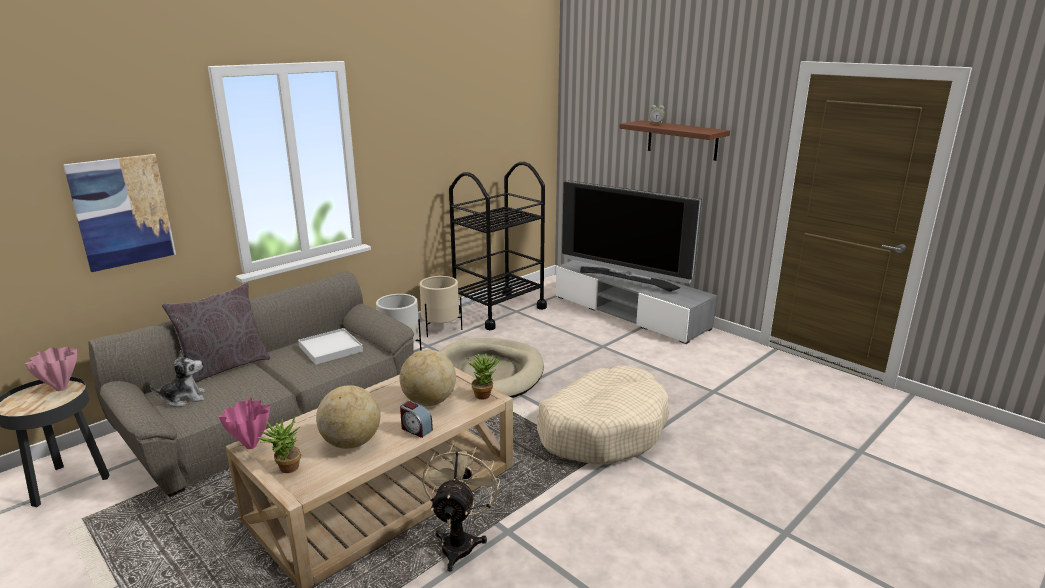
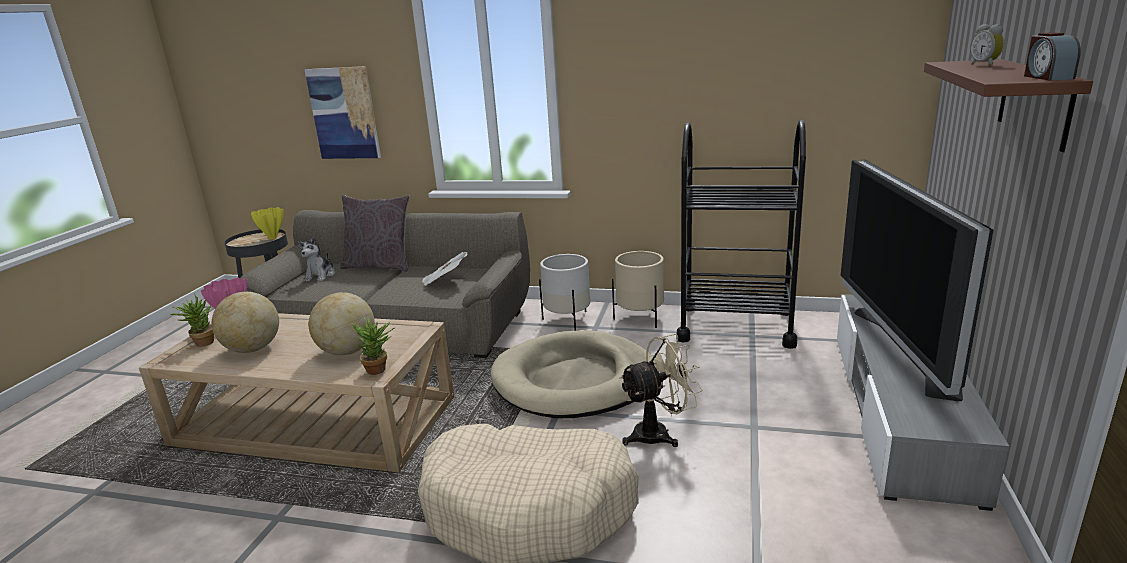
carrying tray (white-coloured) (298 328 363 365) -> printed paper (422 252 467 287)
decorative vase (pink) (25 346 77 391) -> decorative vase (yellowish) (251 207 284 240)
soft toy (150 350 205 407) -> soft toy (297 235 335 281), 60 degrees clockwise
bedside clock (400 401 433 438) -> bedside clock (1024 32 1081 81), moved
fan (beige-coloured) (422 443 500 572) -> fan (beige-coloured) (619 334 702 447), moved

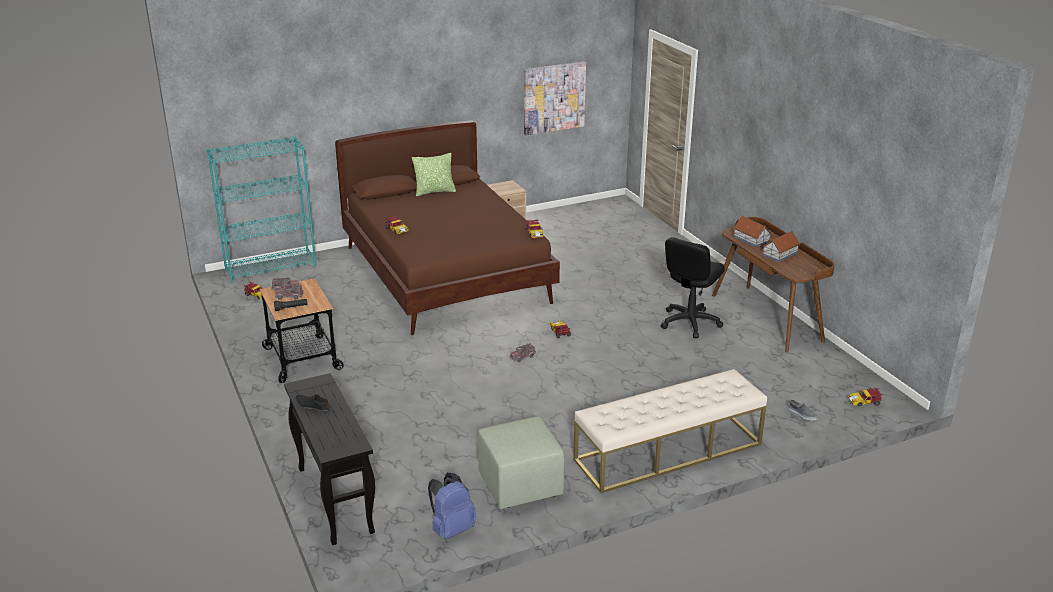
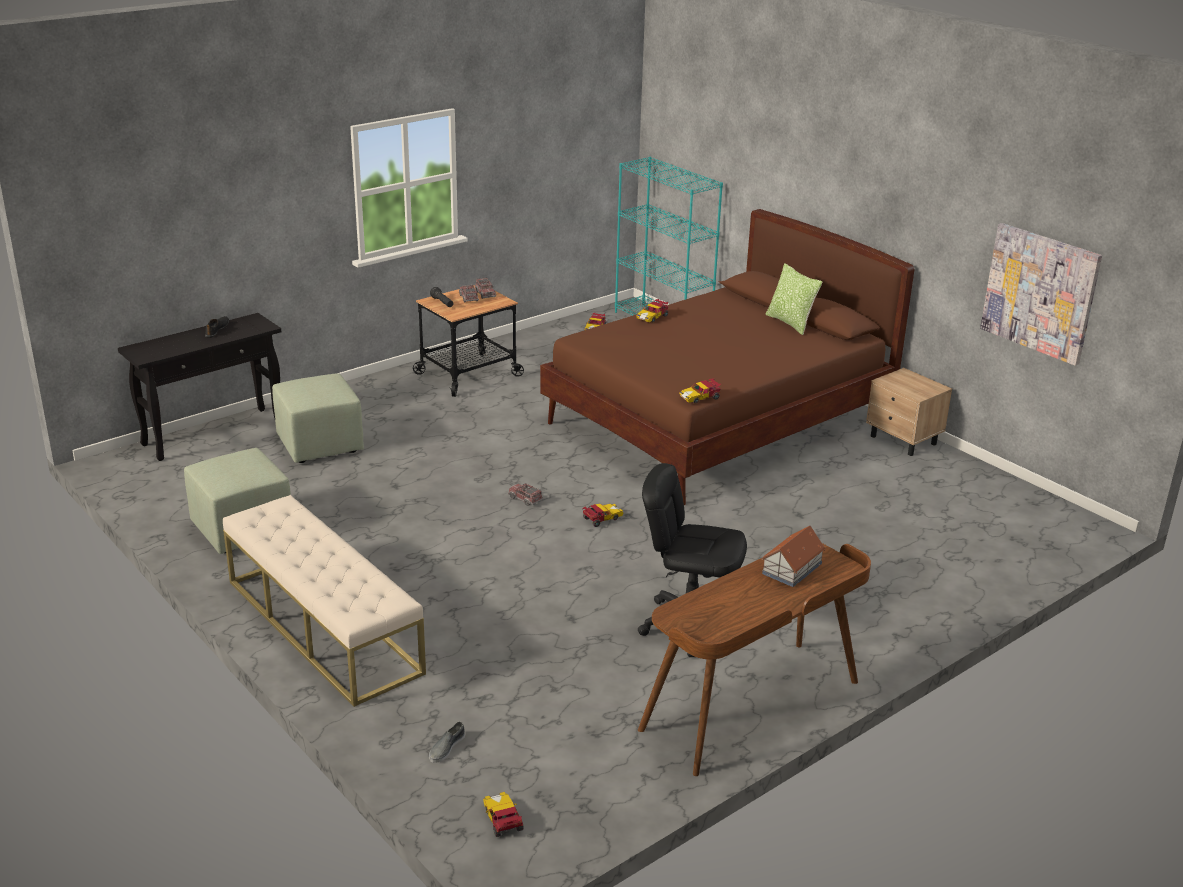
model house (762 231 800 262) -> none
knapsack (blue-coloured) (428 473 476 539) -> none
none -> footrest (green-coloured) (272 373 364 463)

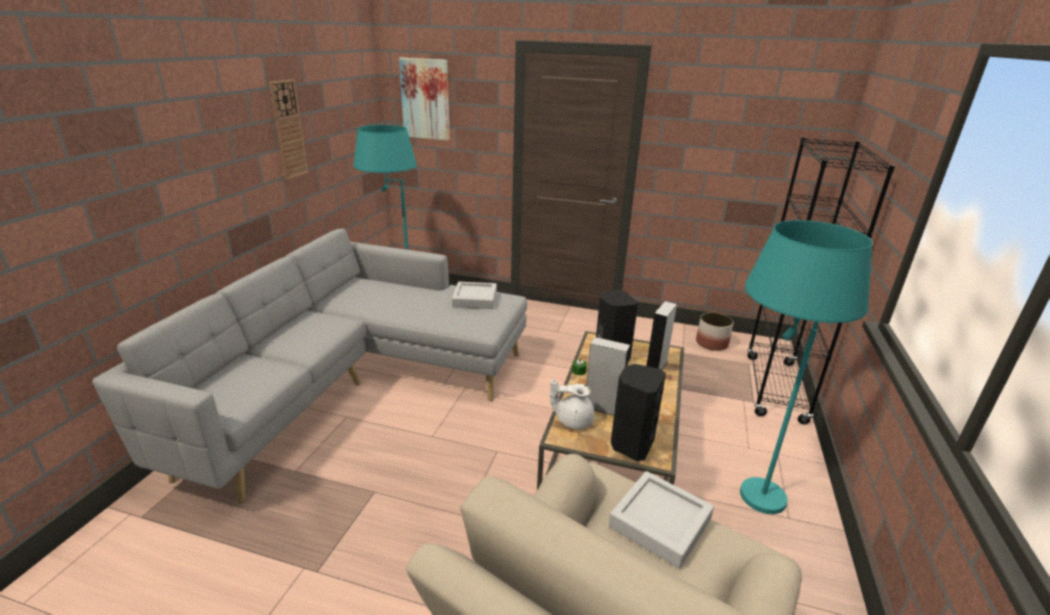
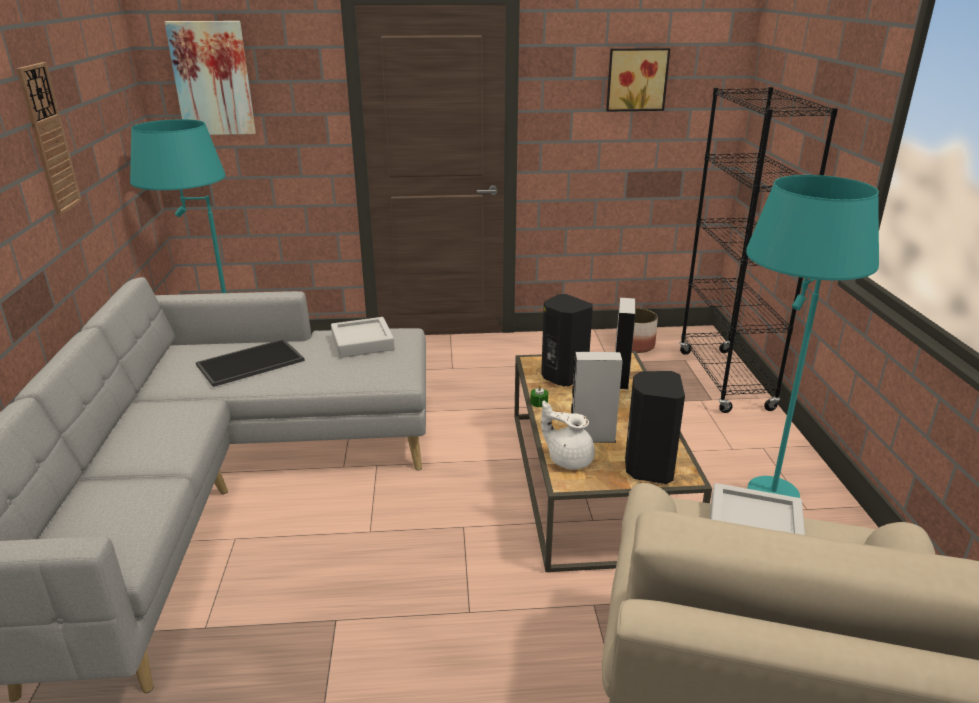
teapot (white-coloured) (550 379 594 429) -> teapot (white-coloured) (541 401 595 469), 45 degrees clockwise
none -> picture (606 48 670 112)
none -> carrying tray (196 339 305 387)

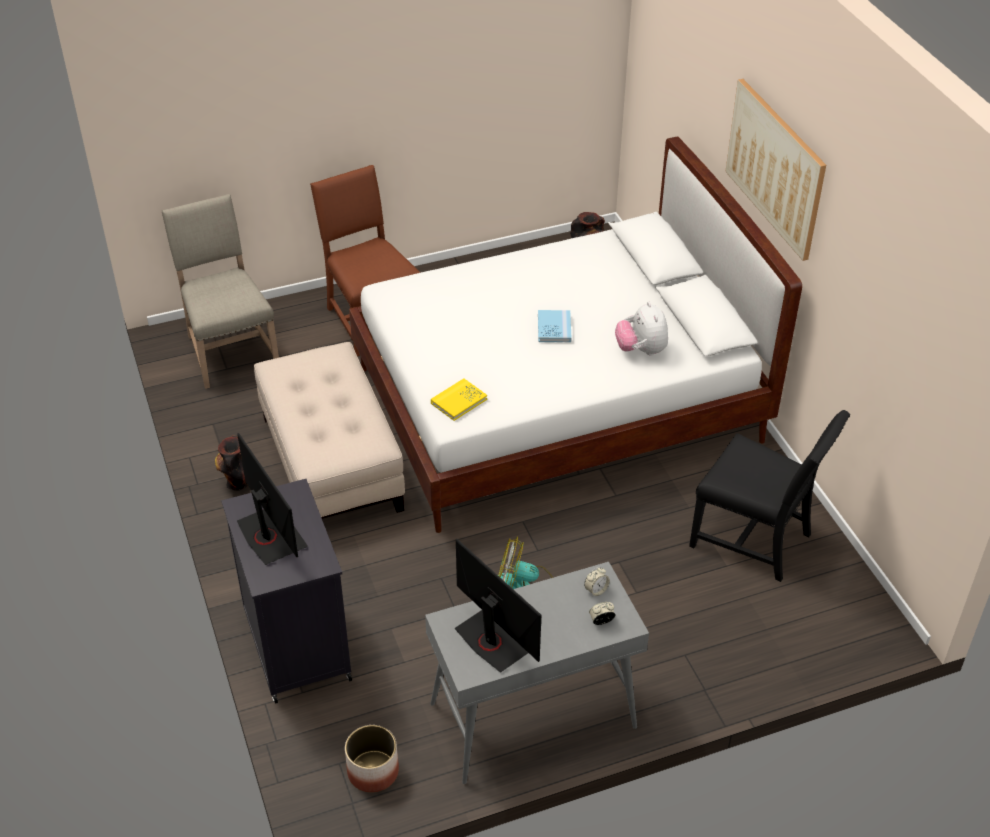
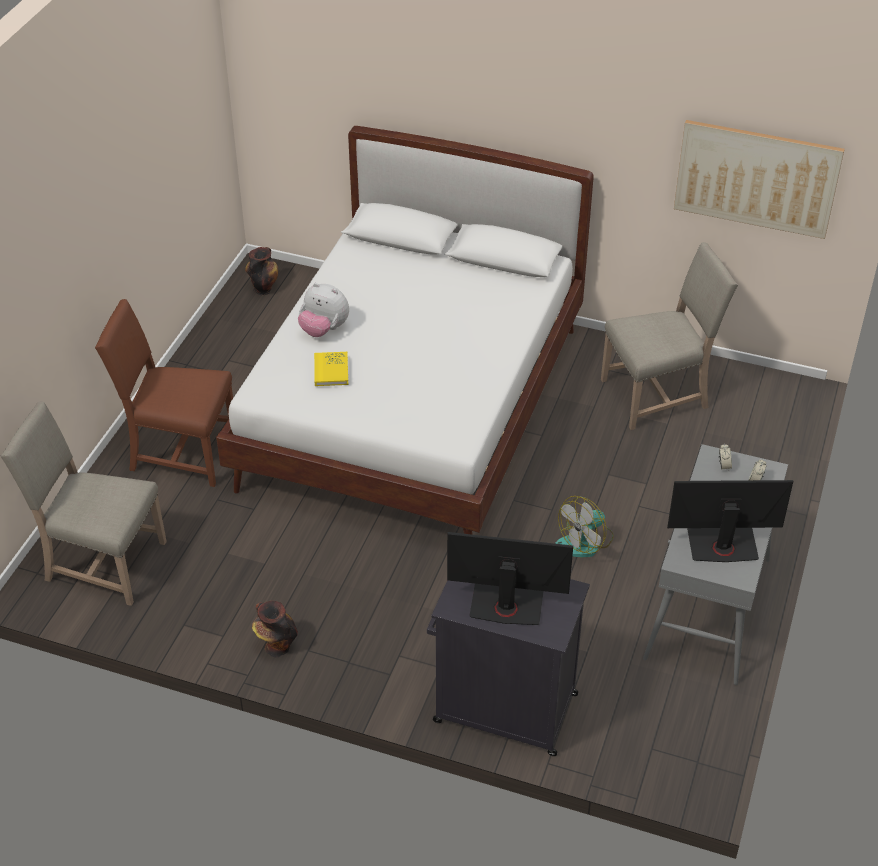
picture (725 79 826 261) -> picture (674 120 845 239), moved
soft toy (615 302 668 356) -> soft toy (298 283 349 337), moved
book (blue-coloured) (538 310 572 342) -> none
footrest (beige-coloured) (254 342 405 519) -> none
book (yellowish) (431 378 487 421) -> book (yellowish) (314 352 348 386), moved
plain chair (black-coloured) (689 410 850 582) -> plain chair (beige-coloured) (601 242 738 430)
plant pot (345 725 399 793) -> none

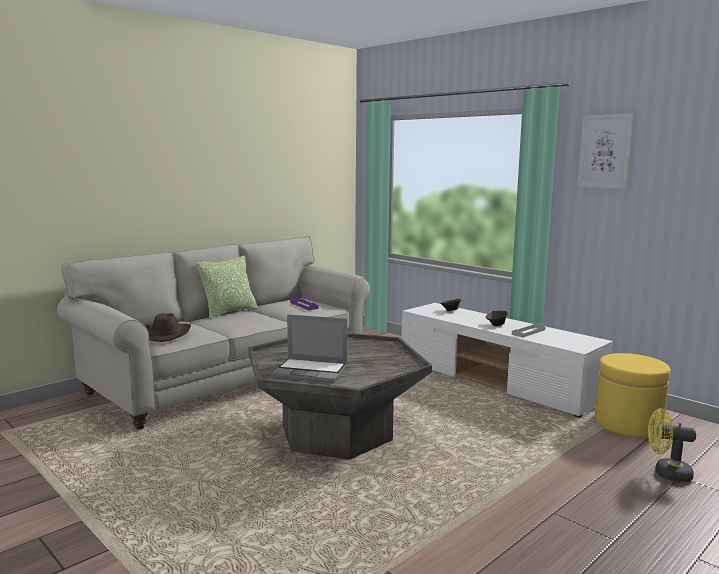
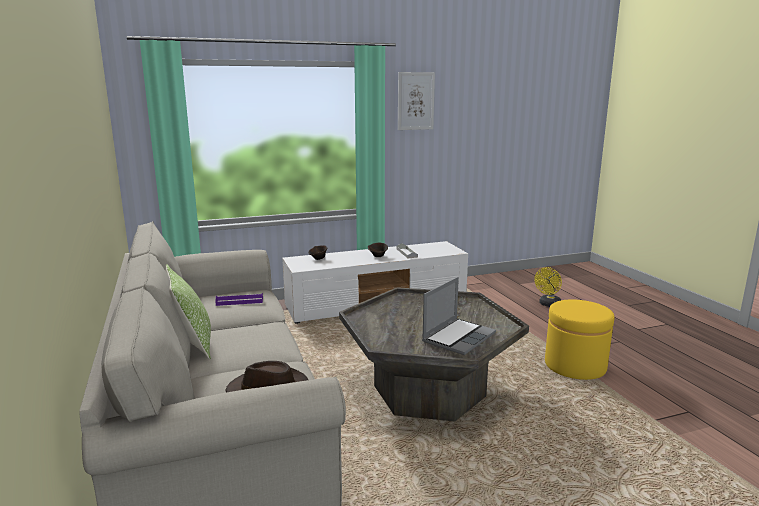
footrest (yellowish) (595 353 671 437) -> footrest (yellowish) (545 299 614 380), moved

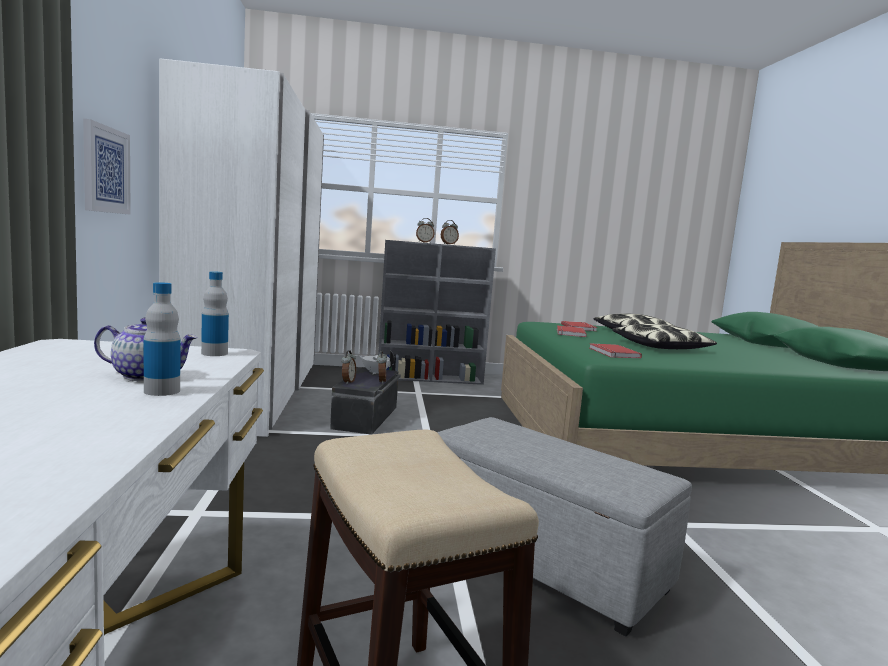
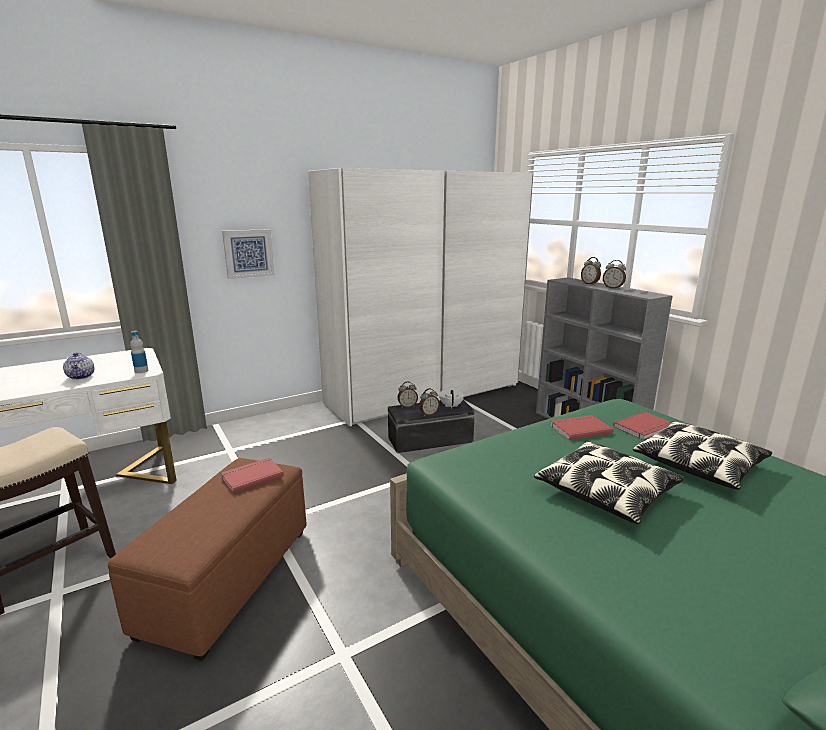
drink bottle (144 282 181 396) -> none
book (reddish) (589 343 642 358) -> book (reddish) (221 458 284 493), moved
footrest (grey) (437 417 692 636) -> footrest (brown-coloured) (108 458 307 661)

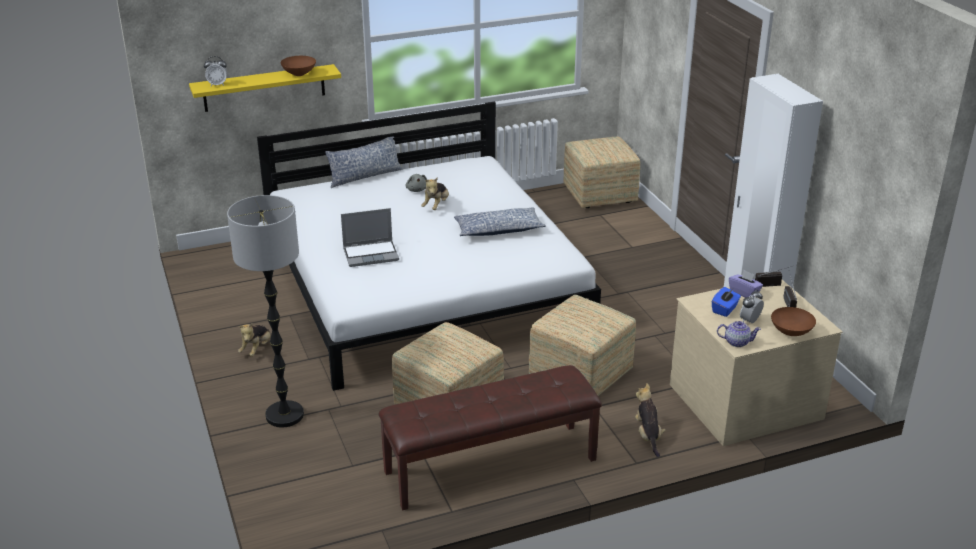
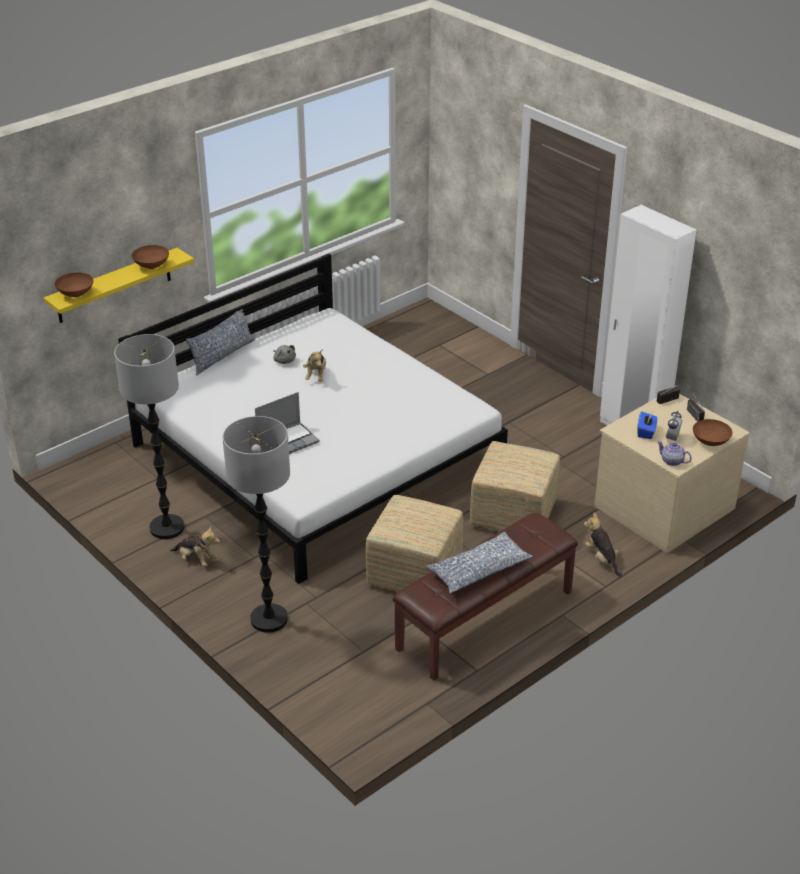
bedside clock (204 56 227 86) -> deep dish (brown-coloured) (55 273 93 297)
footrest (563 137 640 208) -> none
cushion (454 207 546 236) -> cushion (426 532 533 594), moved
box of tissues (purple-coloured) (729 270 763 298) -> none
teapot (717 321 761 347) -> teapot (657 441 692 466), 135 degrees counterclockwise
soft toy (238 323 271 357) -> soft toy (170 526 220 566), 60 degrees counterclockwise
none -> standard lamp (114 334 184 539)

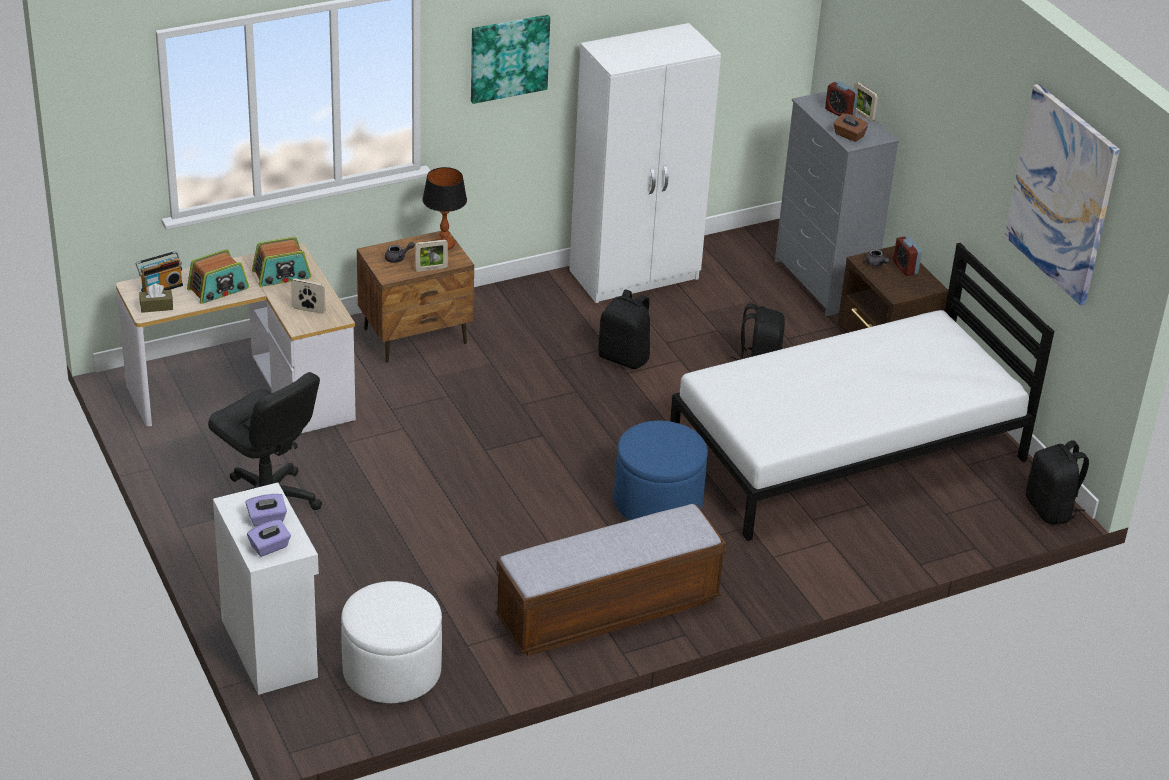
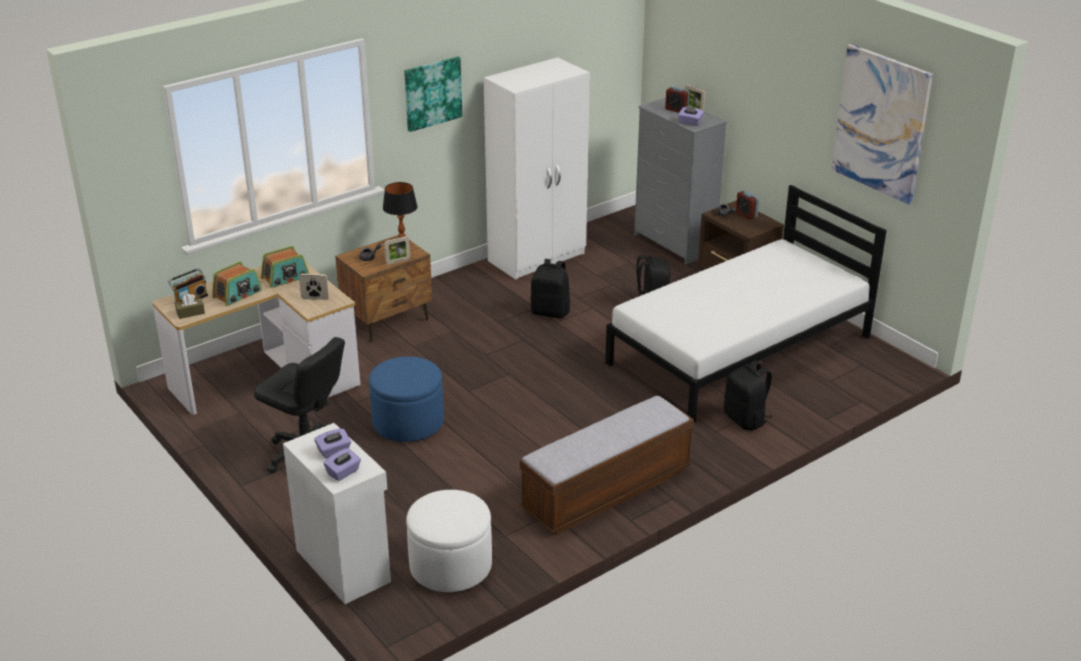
box of tissues (brown-coloured) (833 113 868 142) -> box of tissues (purple-coloured) (678 106 704 126)
footrest (blue-coloured) (614 420 708 520) -> footrest (blue-coloured) (369 356 444 442), moved
knapsack (black-coloured) (1026 440 1089 524) -> knapsack (black-coloured) (724 361 772 430), moved

